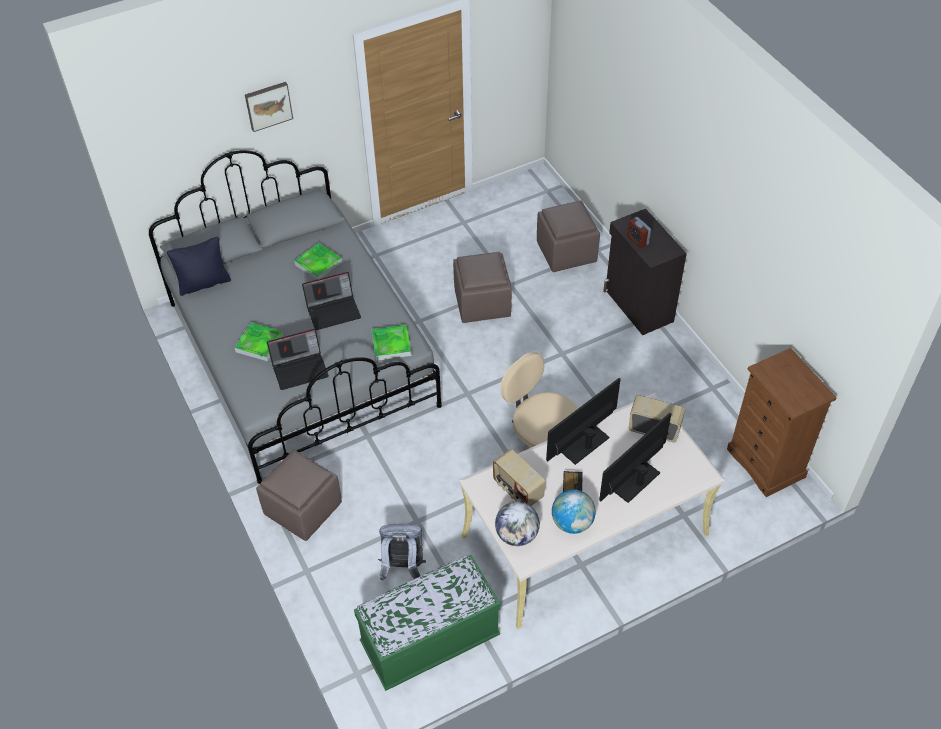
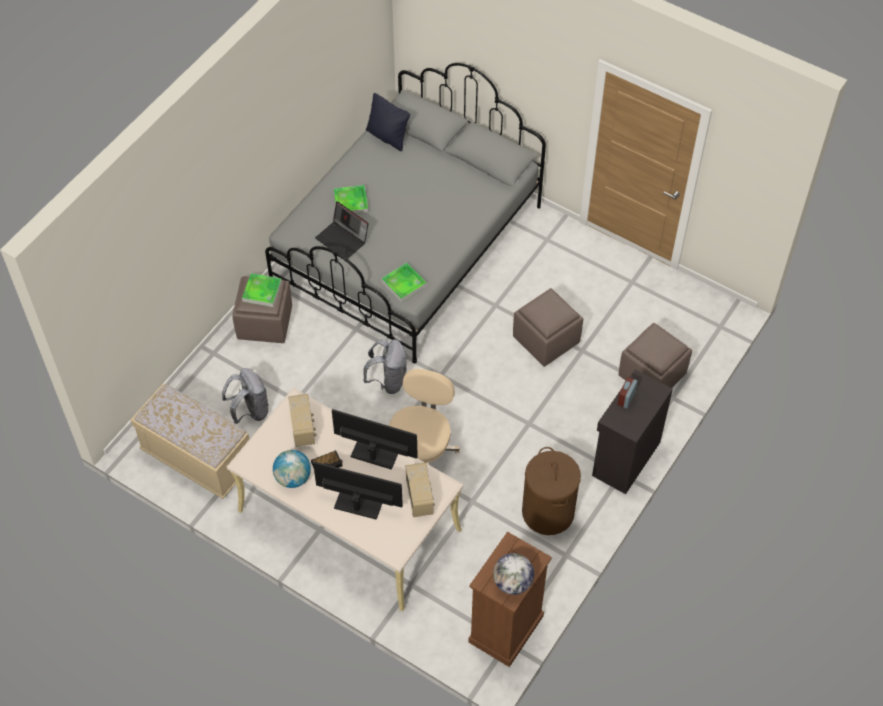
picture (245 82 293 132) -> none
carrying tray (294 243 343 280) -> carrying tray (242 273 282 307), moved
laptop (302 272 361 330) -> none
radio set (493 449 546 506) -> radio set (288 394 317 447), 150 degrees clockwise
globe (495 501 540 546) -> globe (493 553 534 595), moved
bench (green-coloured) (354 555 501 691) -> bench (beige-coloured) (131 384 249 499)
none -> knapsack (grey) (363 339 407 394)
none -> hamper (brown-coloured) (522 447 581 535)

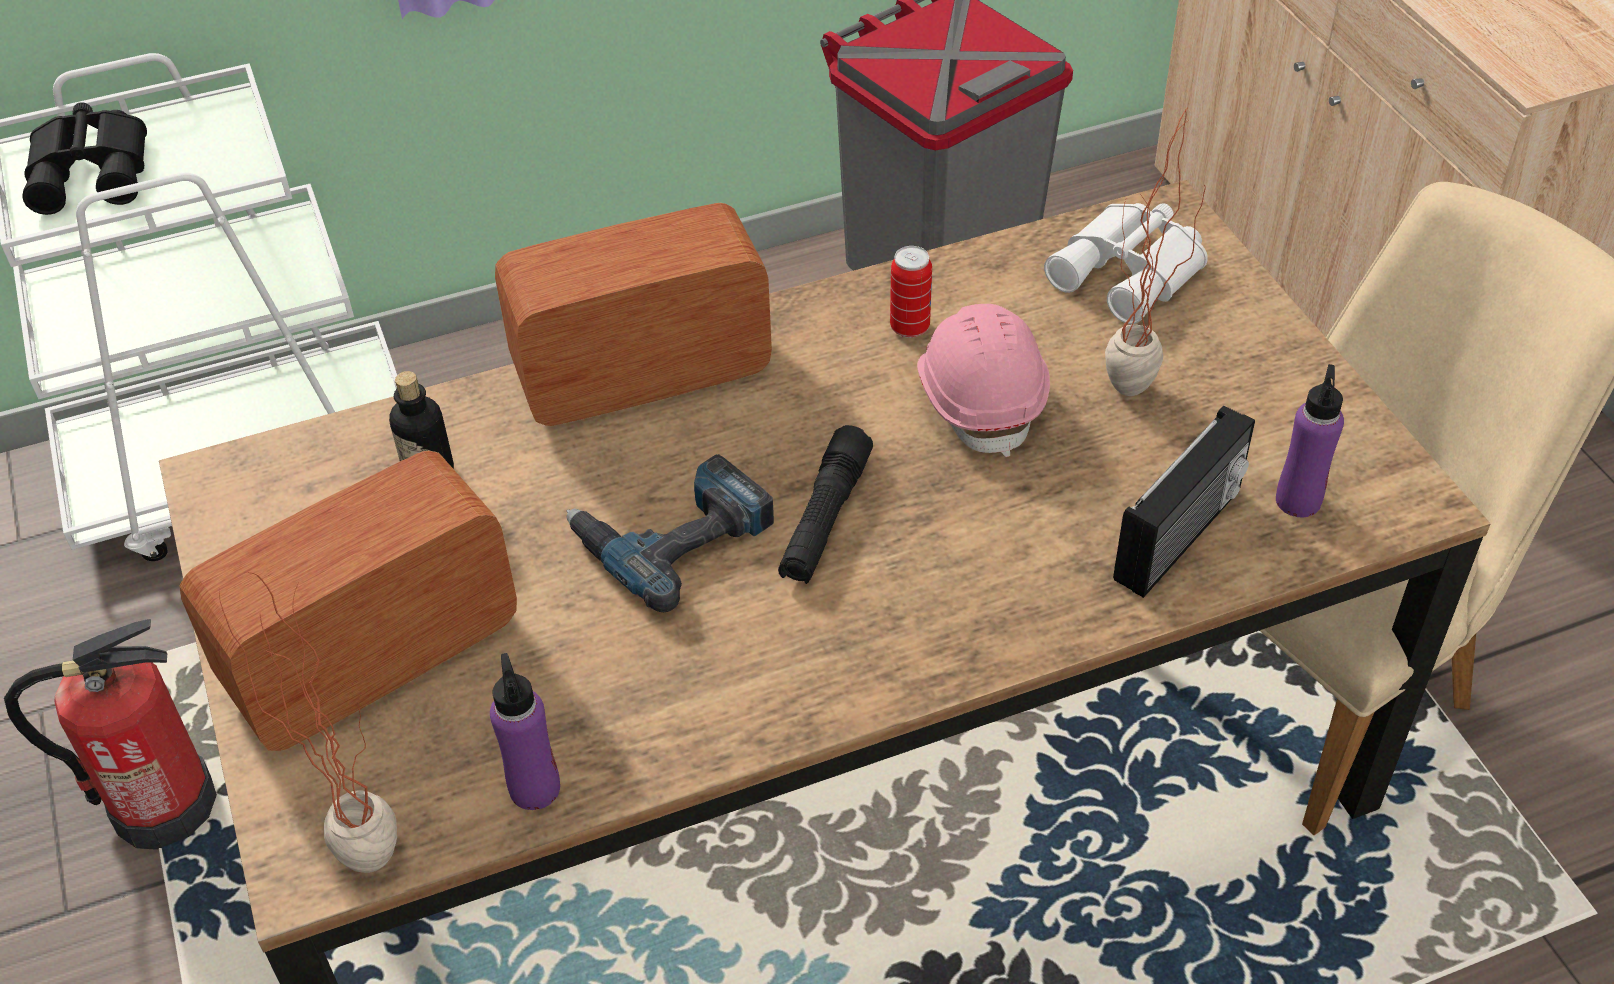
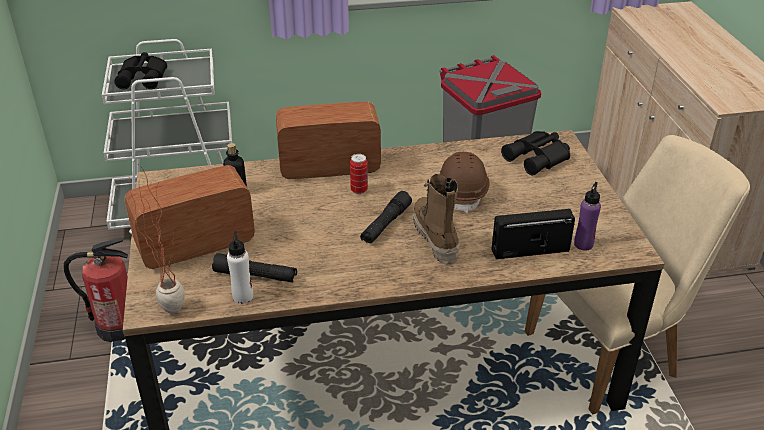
plant in a pot (1105 109 1206 396) -> none
pair of binoculars (white-coloured) (1044 203 1208 324) -> pair of binoculars (black-coloured) (501 131 570 176)
metal can (890 246 932 338) -> metal can (350 154 368 194), moved
safety helmet (pink) (917 304 1050 457) -> safety helmet (brown-coloured) (440 152 490 214)
radio set (1113 405 1255 598) -> radio set (492 209 575 259), 150 degrees counterclockwise
electric drill (567 454 774 612) -> none
drink bottle (purple-coloured) (490 653 560 810) -> drink bottle (white-coloured) (227 231 253 304)
none -> tall boot (413 174 460 265)
none -> torch (black-coloured) (212 253 297 282)

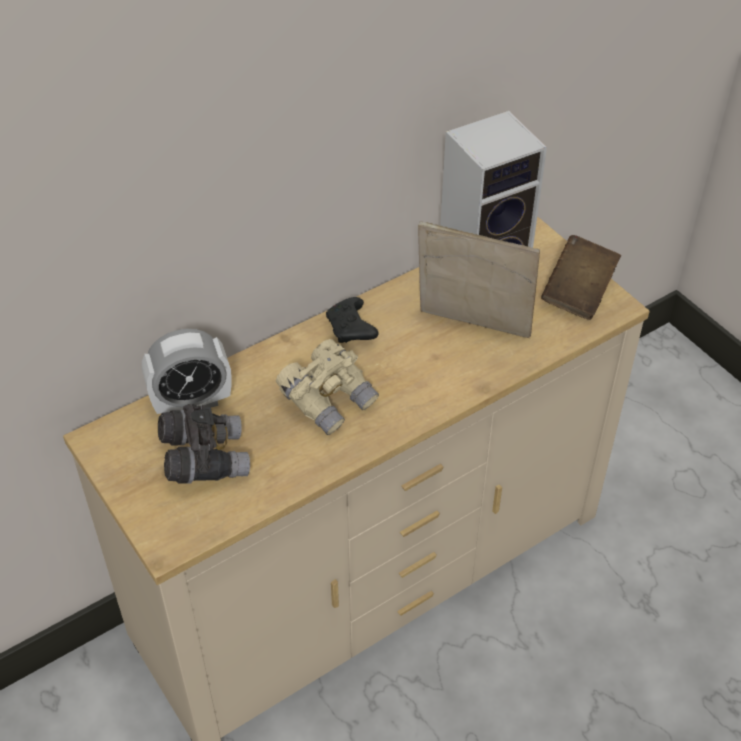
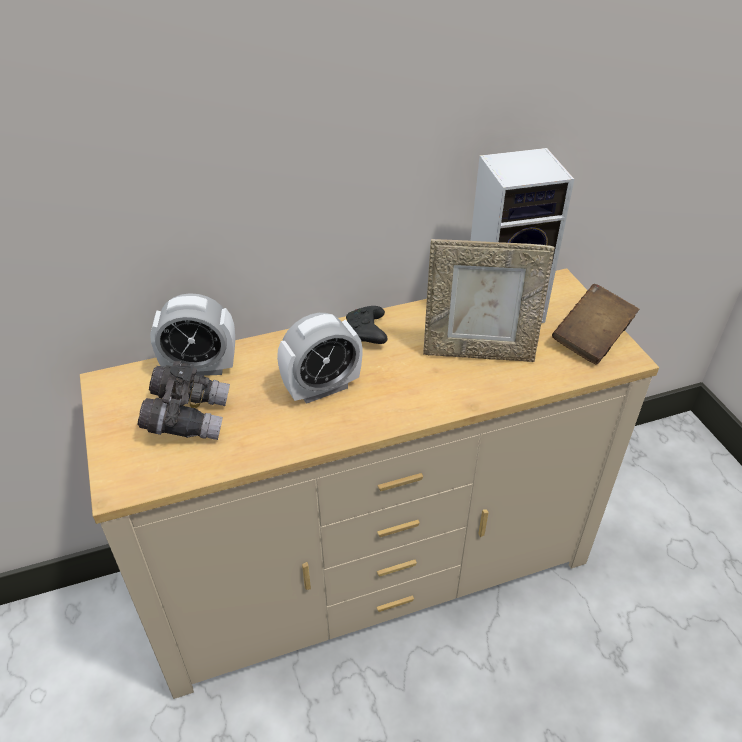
standing frame (418 221 540 338) -> standing frame (423 239 555 362), 150 degrees clockwise
pair of binoculars (beige-coloured) (276 339 379 435) -> bedside clock (277 313 363 404)

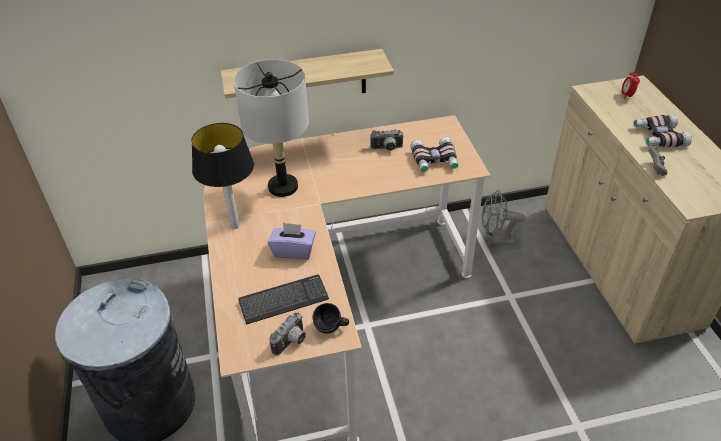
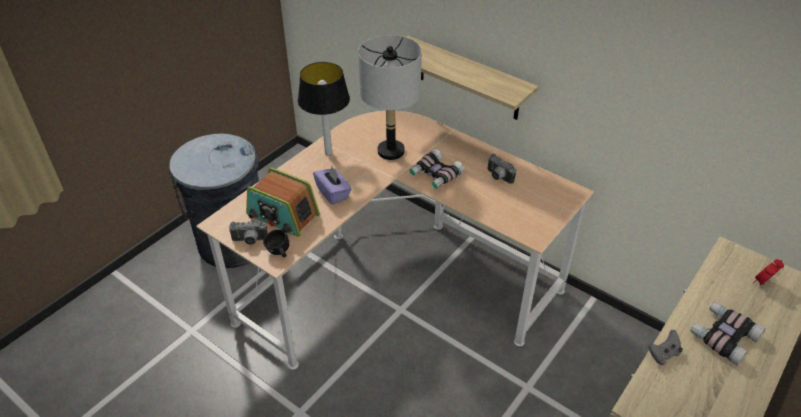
pair of binoculars (410 137 458 172) -> pair of binoculars (409 149 465 189), moved
fan (grey) (482 190 525 245) -> none
PC keyboard (238 275 329 325) -> radio set (246 167 320 237)

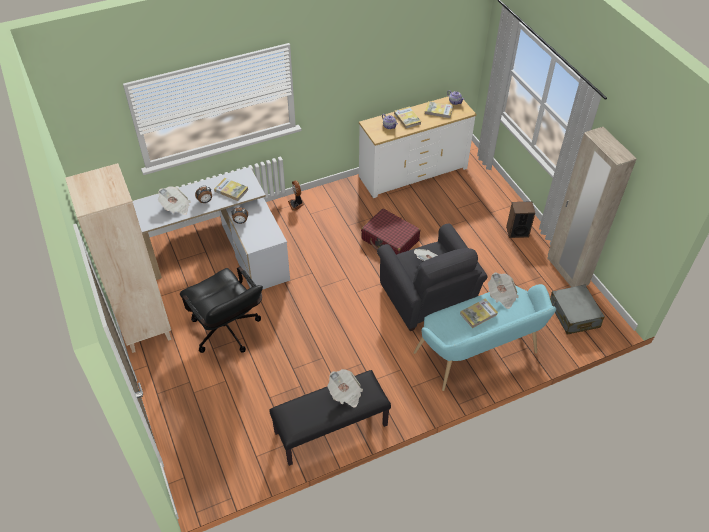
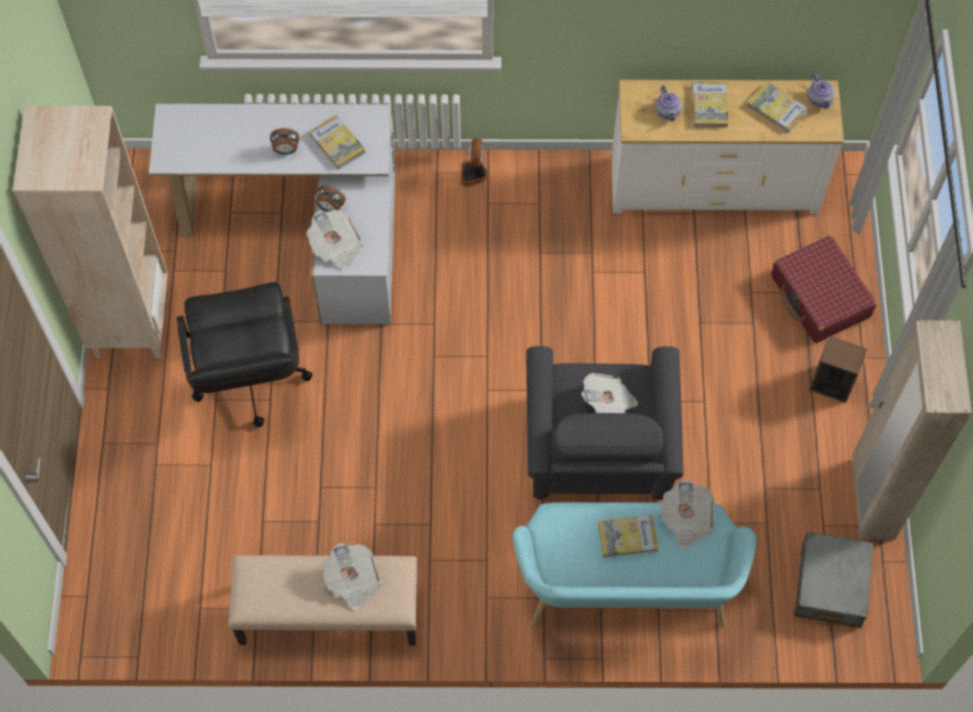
printed paper (158 186 190 215) -> printed paper (307 210 363 270), moved
suitcase (reddish) (361 209 420 255) -> suitcase (reddish) (771 236 877 343), moved
bench (black-coloured) (269 370 391 466) -> bench (beige-coloured) (228 555 417 646)

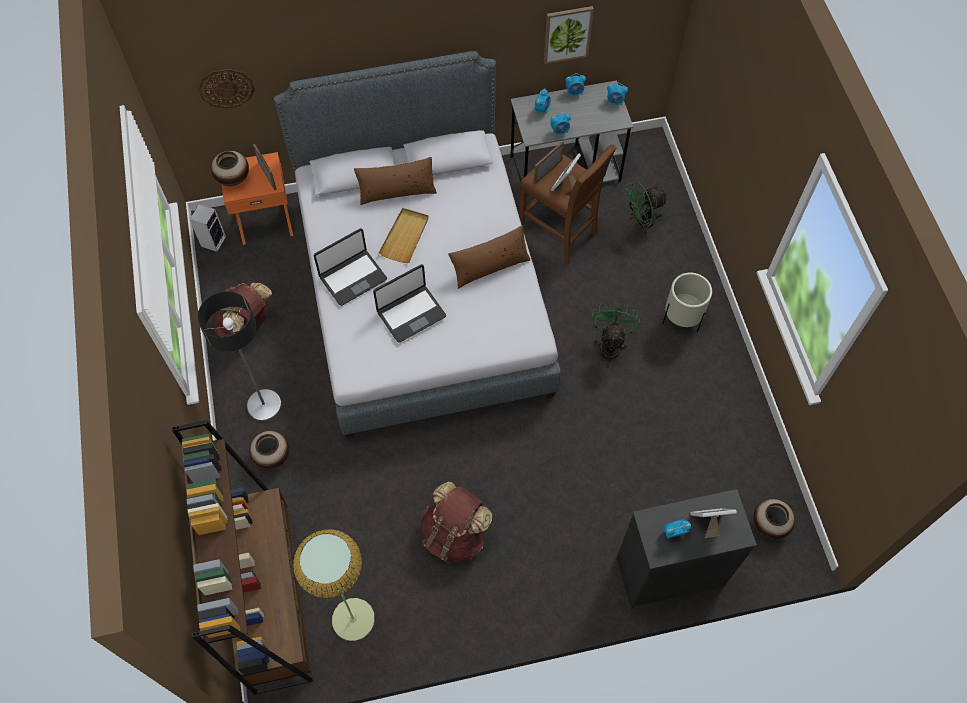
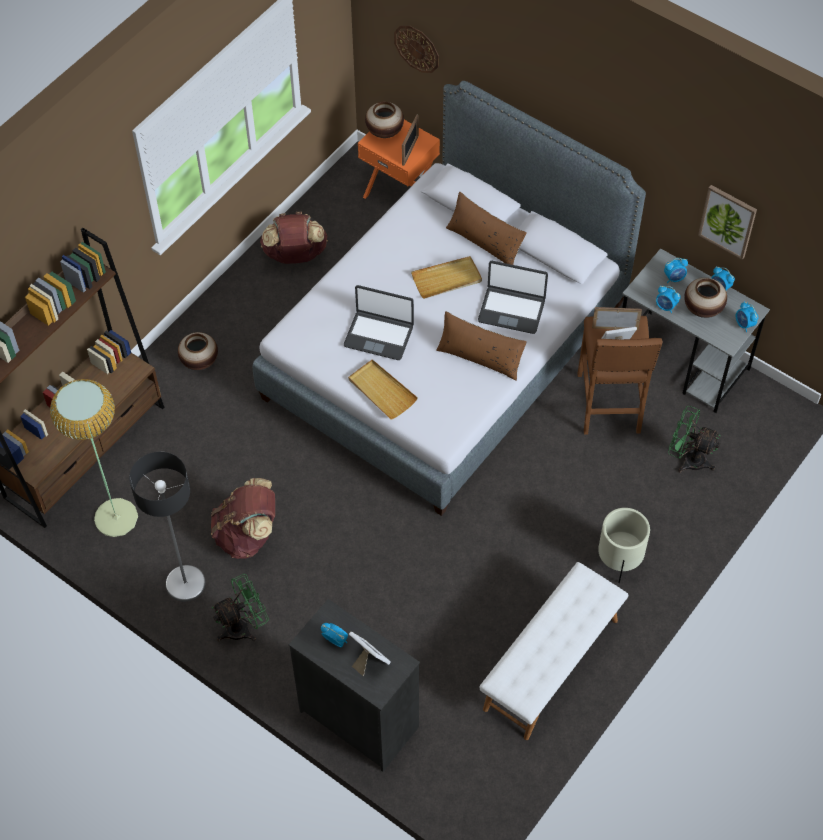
speaker (190 204 226 252) -> none
laptop (314 228 387 306) -> laptop (478 261 548 334), moved
standard lamp (197 291 282 421) -> standard lamp (129 452 206 602), moved
fan (green-coloured) (591 301 640 368) -> fan (green-coloured) (212 574 269 641), moved
decorative vase (753 499 795 539) -> decorative vase (684 278 727 318), moved
none -> carrying tray (beige-coloured) (348 360 418 419)
none -> bench (white-coloured) (479 562 628 740)

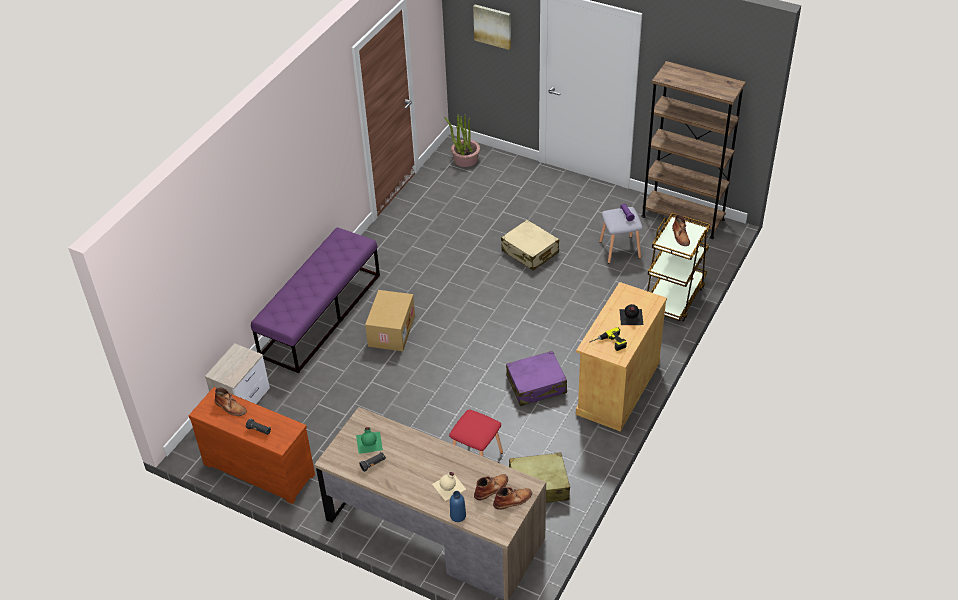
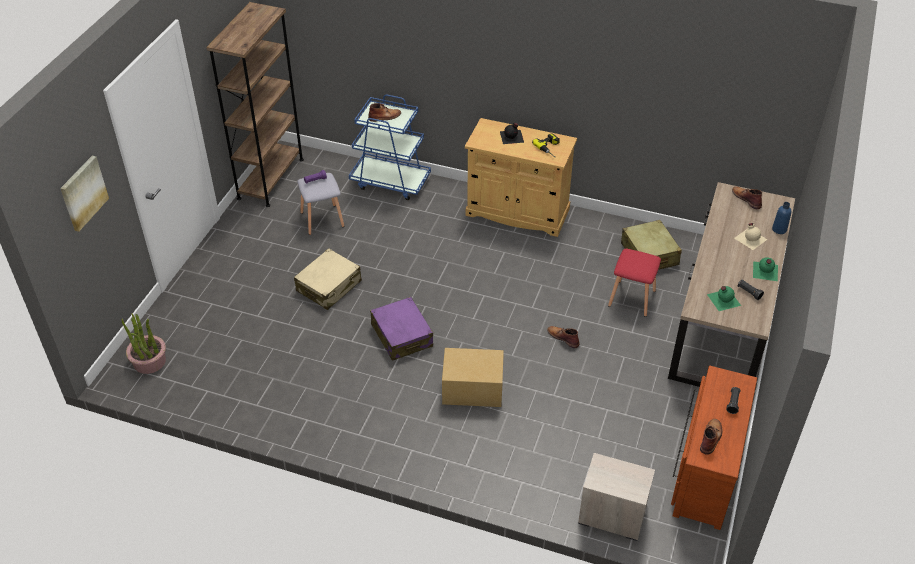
wheeled cart (brown-coloured) (647 213 710 322) -> wheeled cart (blue-coloured) (349 95 431 200)
bench (purple-coloured) (251 227 380 373) -> none
suitcase (purple-coloured) (506 351 567 406) -> suitcase (purple-coloured) (370 297 433 361), moved
tall boot (brown-coloured) (474 474 508 500) -> tall boot (brown-coloured) (547 326 580 348), moved
none -> drink bottle (green-coloured) (753 257 778 281)

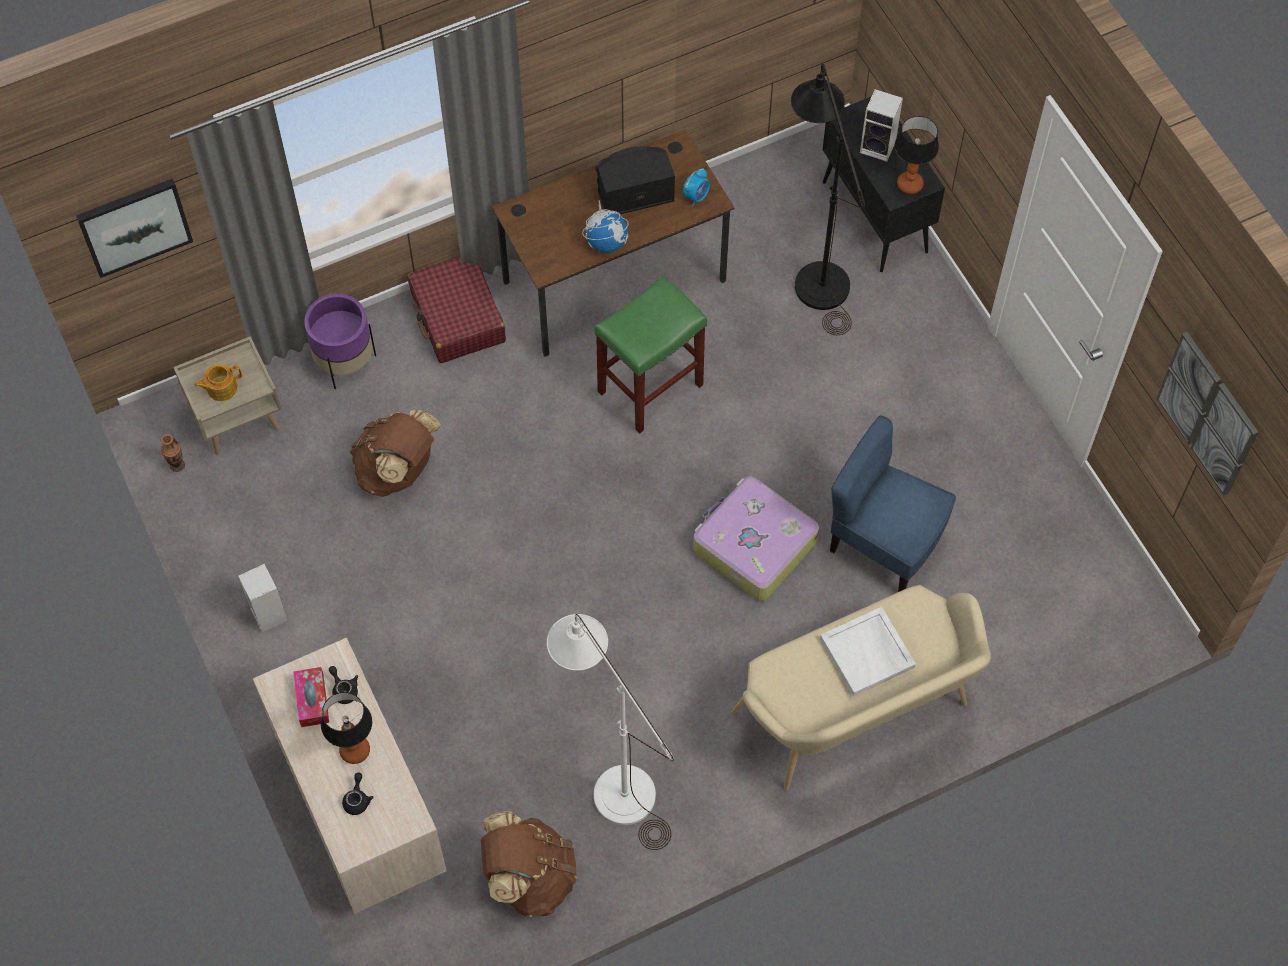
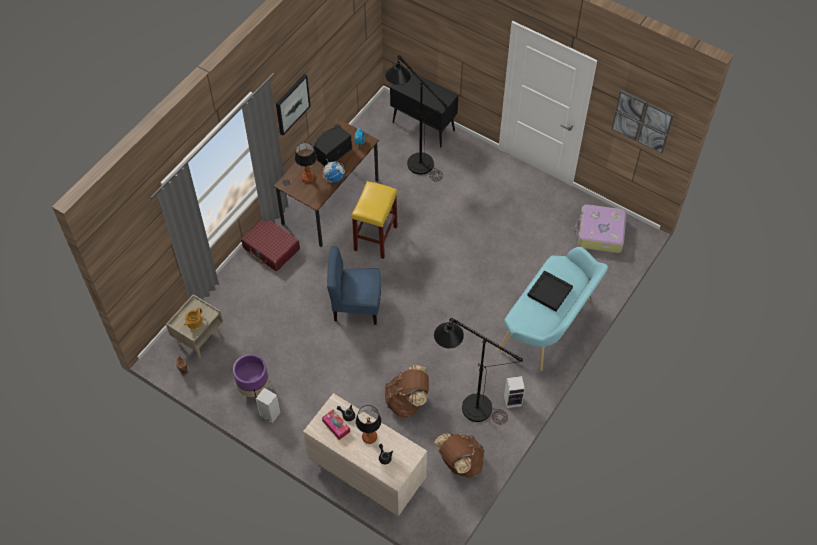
speaker (860 89 903 162) -> speaker (504 376 525 408), moved
lamp for a table (895 116 939 194) -> lamp for a table (295 143 317 183), moved
picture (76 179 193 278) -> picture (276 74 311 135), moved
sitting stool (green-coloured) (594 276 707 433) -> sitting stool (yellowish) (351 181 397 259)
plant pot (purple-coloured) (304 294 376 389) -> plant pot (purple-coloured) (233 354 269 397), moved
knapsack (brown-coloured) (350 410 441 497) -> knapsack (brown-coloured) (385 365 429 417), moved
plain chair (blue-coloured) (830 415 956 592) -> plain chair (blue-coloured) (327 246 381 325), moved
suitcase (693 476 819 601) -> suitcase (574 204 627 253), moved
bench (beige-coloured) (731 585 991 791) -> bench (blue-green) (498 247 608 371)
carrying tray (white-coloured) (820 607 916 696) -> carrying tray (black-coloured) (527 270 573 311)
standard lamp (white-coloured) (547 614 674 850) -> standard lamp (black-coloured) (434 318 523 424)

